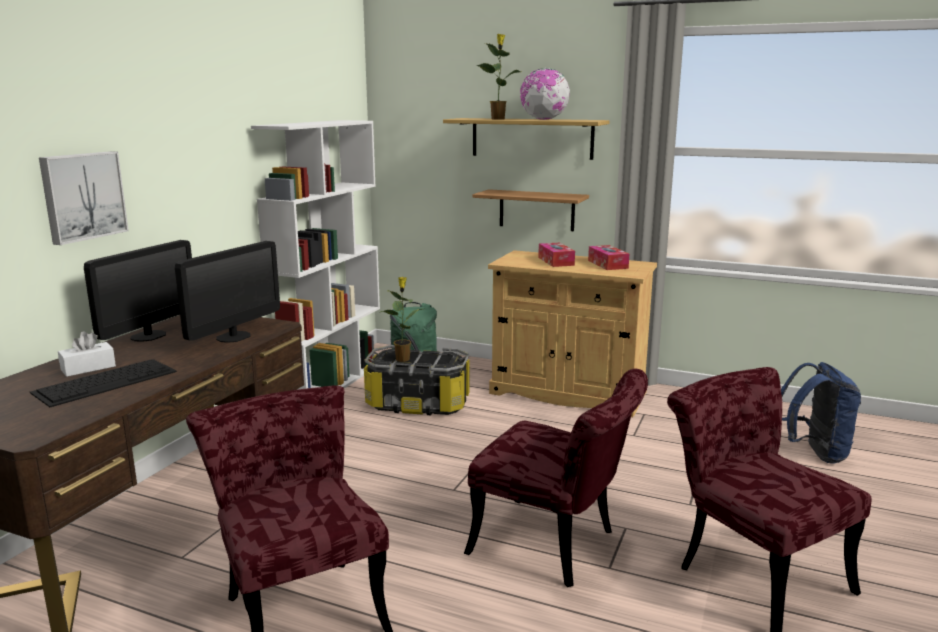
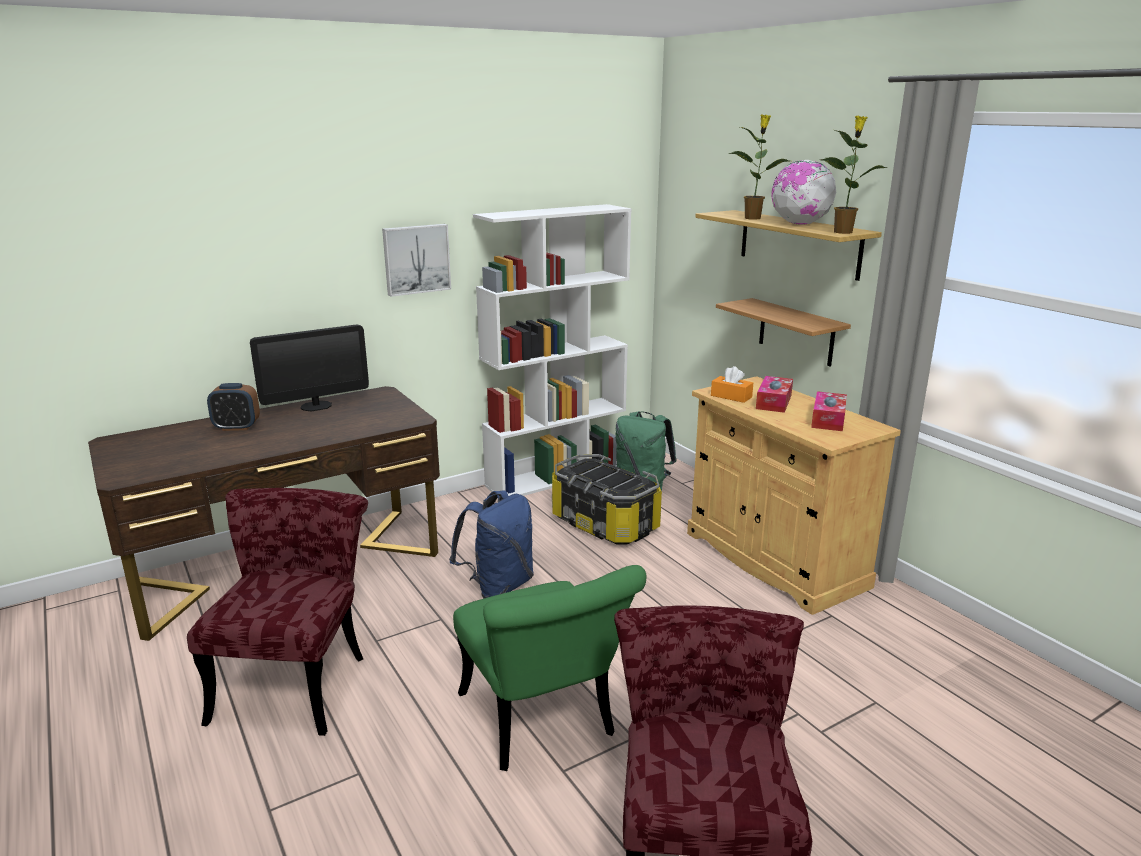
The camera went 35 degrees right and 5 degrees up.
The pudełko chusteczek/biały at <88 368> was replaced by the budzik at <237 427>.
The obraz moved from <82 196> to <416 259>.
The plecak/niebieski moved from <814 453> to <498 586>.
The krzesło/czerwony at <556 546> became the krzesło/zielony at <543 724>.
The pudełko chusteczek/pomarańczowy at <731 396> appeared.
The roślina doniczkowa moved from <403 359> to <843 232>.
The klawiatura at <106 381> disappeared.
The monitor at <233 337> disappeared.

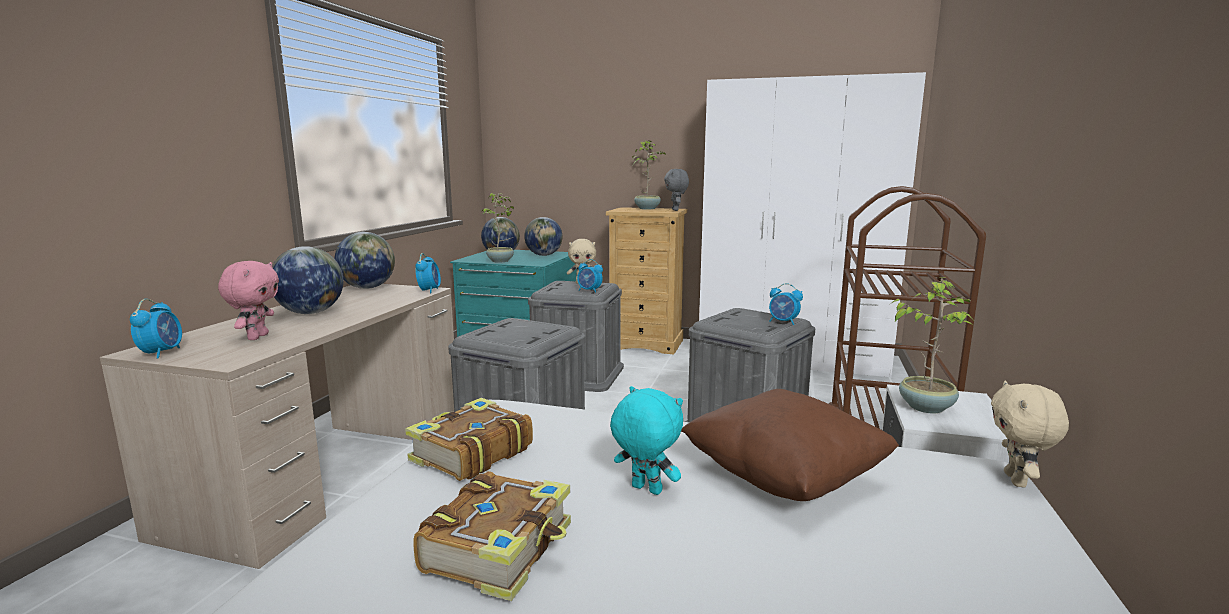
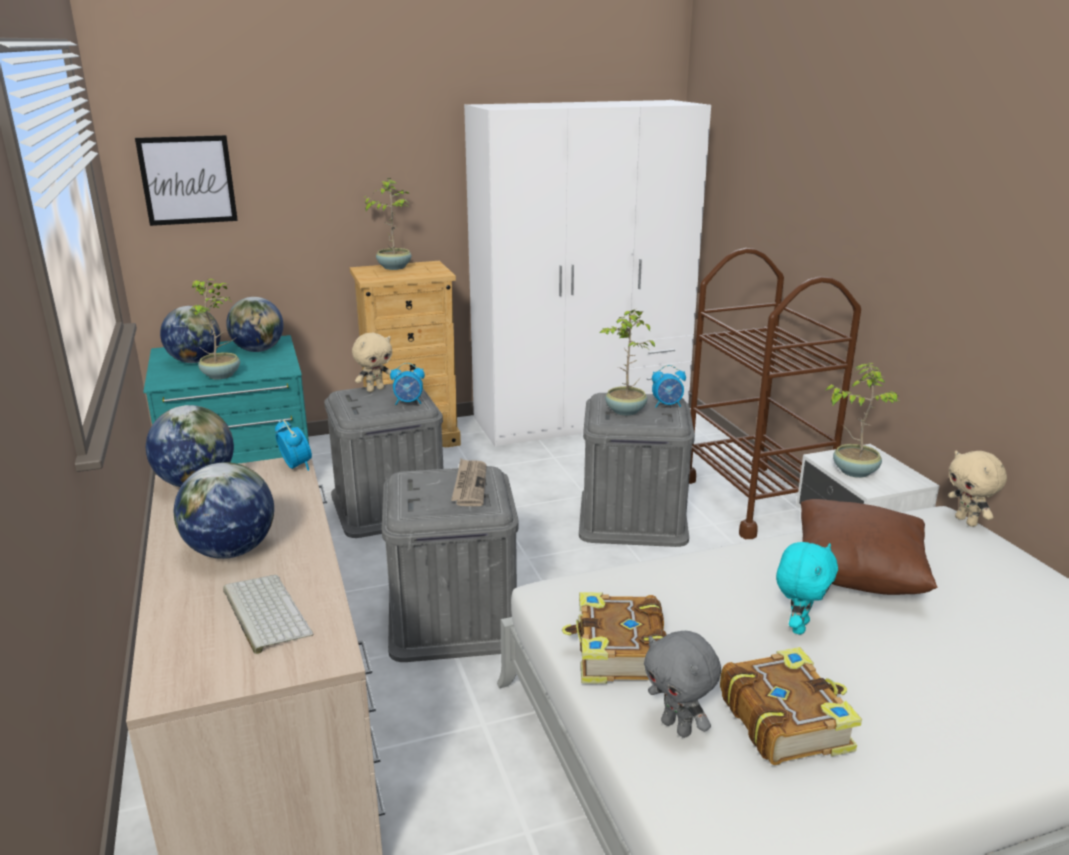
The camera went 35 degrees left and 10 degrees up.
The obraz at <188 180> appeared.
The pluszak/różowy at <257 337> was replaced by the klawiatura at <264 612>.
The gazeta at <469 485> appeared.
The roślina doniczkowa at <625 411> appeared.
The pluszak/szary moved from <676 210> to <677 727>.
The pluszak/turkusowy at <645 490> turned 120 degrees clockwise.
The budzik at <162 353> disappeared.

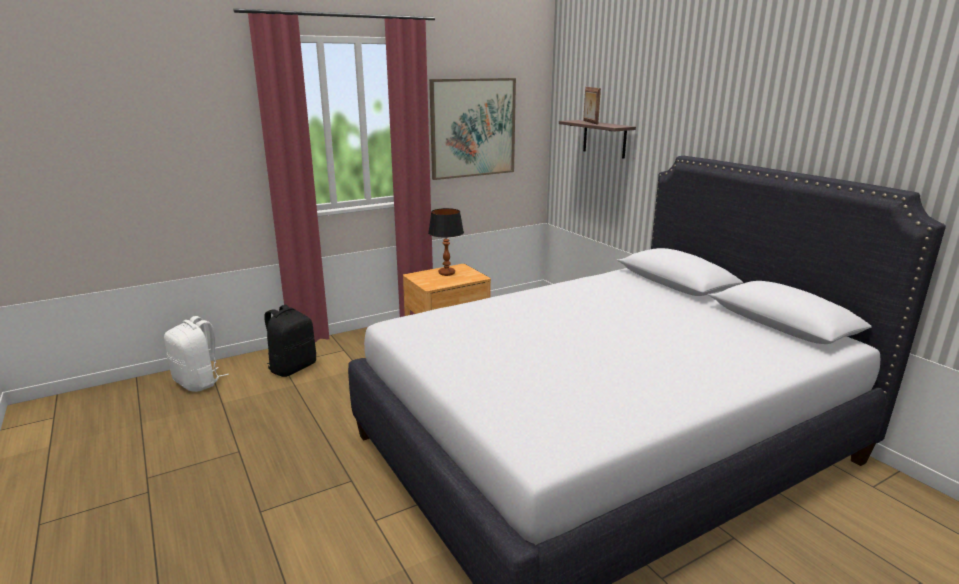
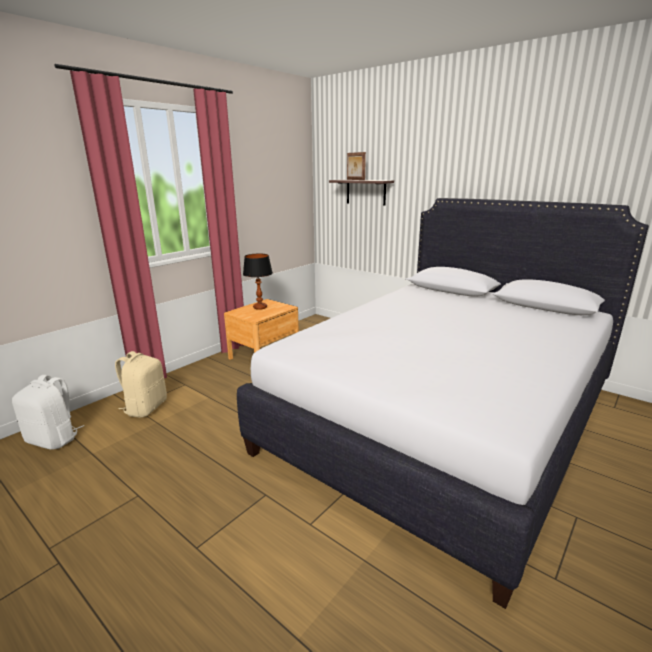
The camera went 20 degrees left and 0 degrees up.
The plecak/czarny at <292 367> became the plecak/beżowy at <145 408>.
The obraz at <473 128> disappeared.

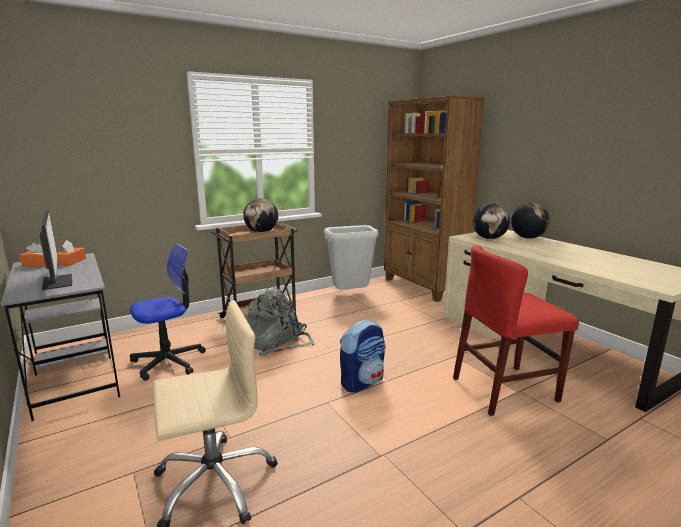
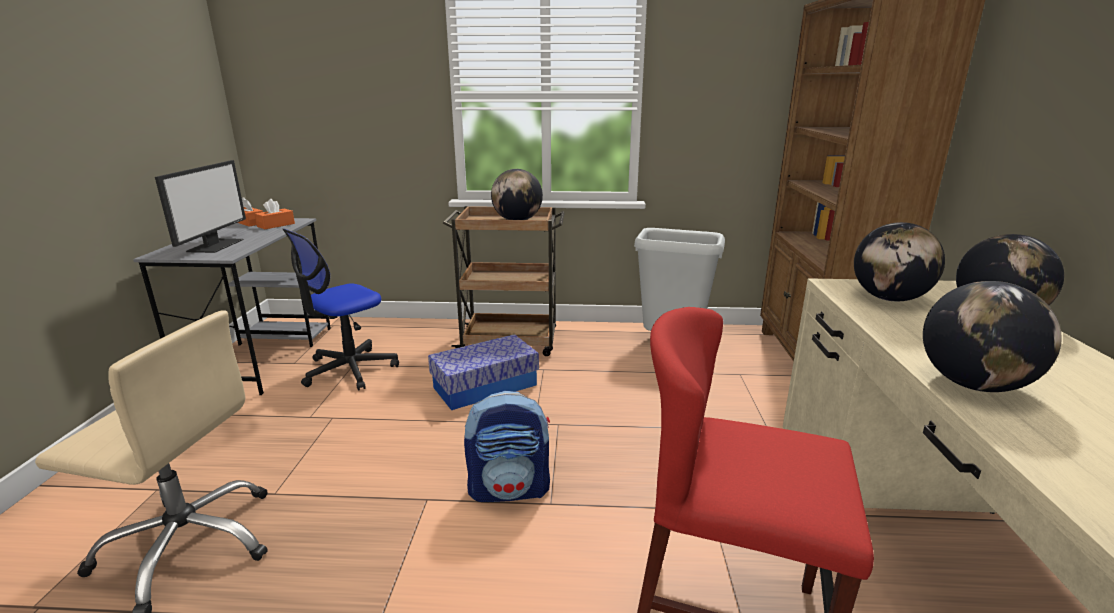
The camera went 35 degrees right and 5 degrees up.
The krzesło biurowe at <169 362> turned 135 degrees clockwise.
The plecak/szary at <278 343> was replaced by the pojemnik do przechowywania at <485 386>.
The globus at <973 385> appeared.

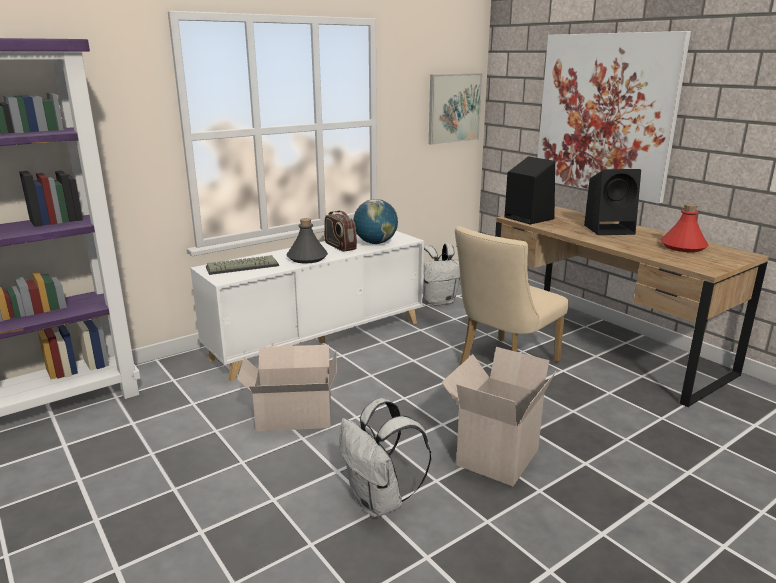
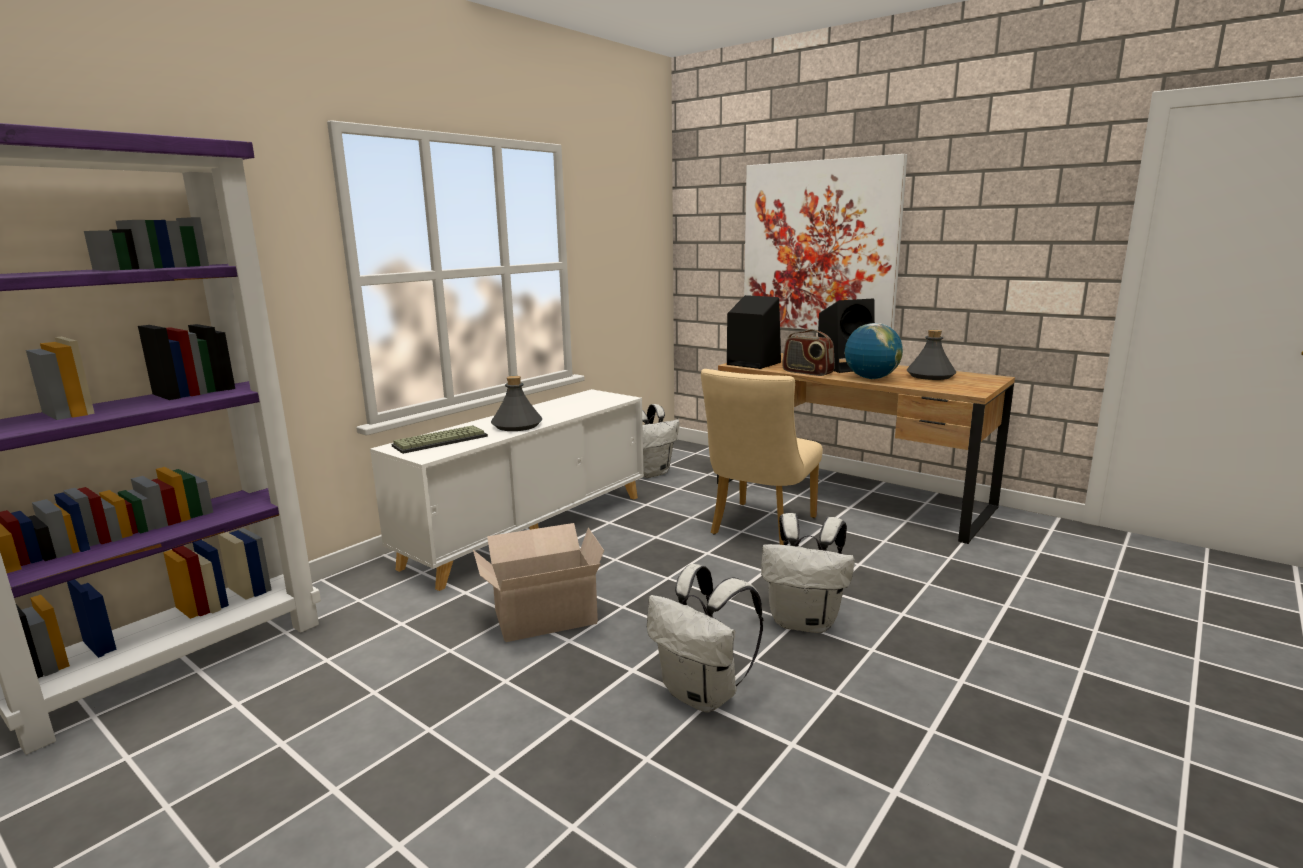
The camera went 15 degrees left and 5 degrees down.
The karton at <496 455> was replaced by the plecak/biały at <805 622>.
The radio moved from <340 246> to <807 372>.
The globus moved from <375 243> to <871 378>.
The butelka/czerwony at <683 247> became the butelka/szary at <931 376>.
The obraz at <454 108> disappeared.

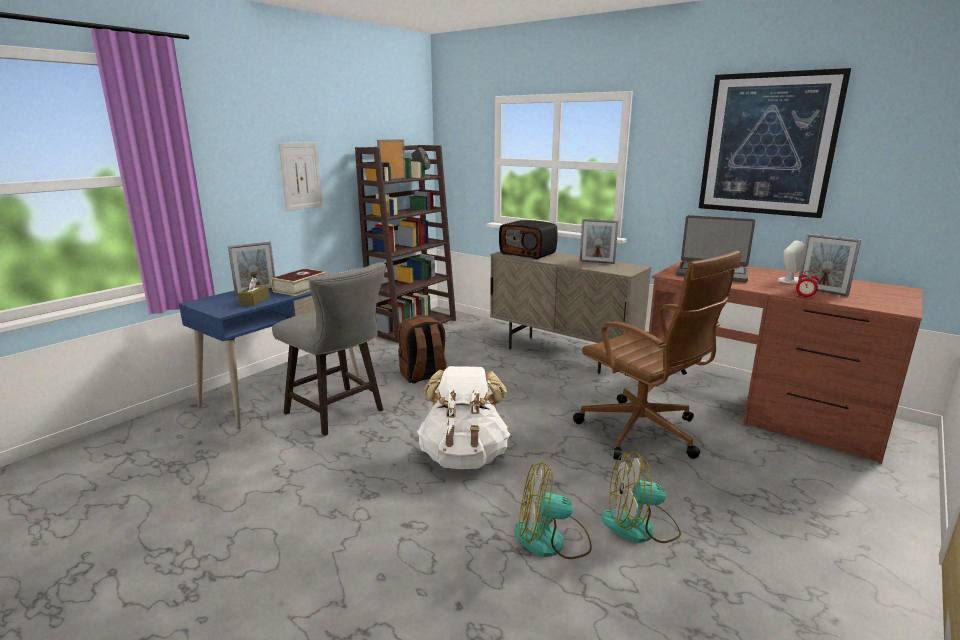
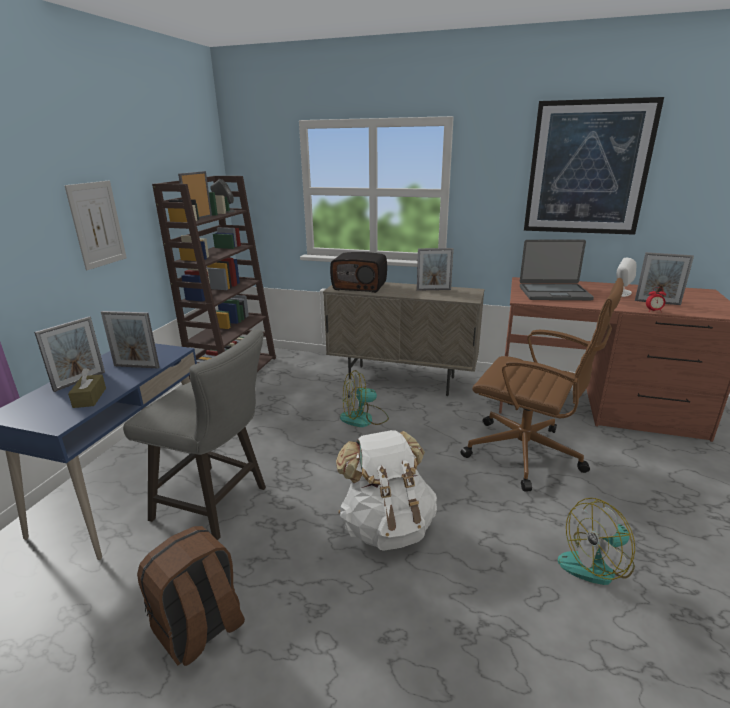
The camera went 20 degrees left and 5 degrees up.
The książka at <300 288> was replaced by the ramka na zdjęcie at <136 366>.
The plecak/brązowy moved from <423 376> to <200 630>.
The wentylator moved from <551 540> to <364 418>.

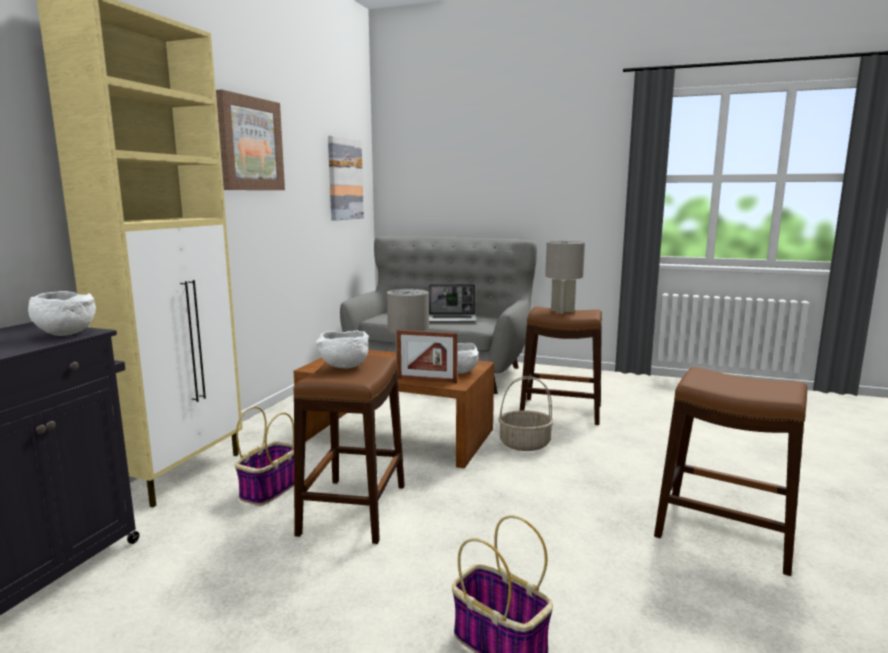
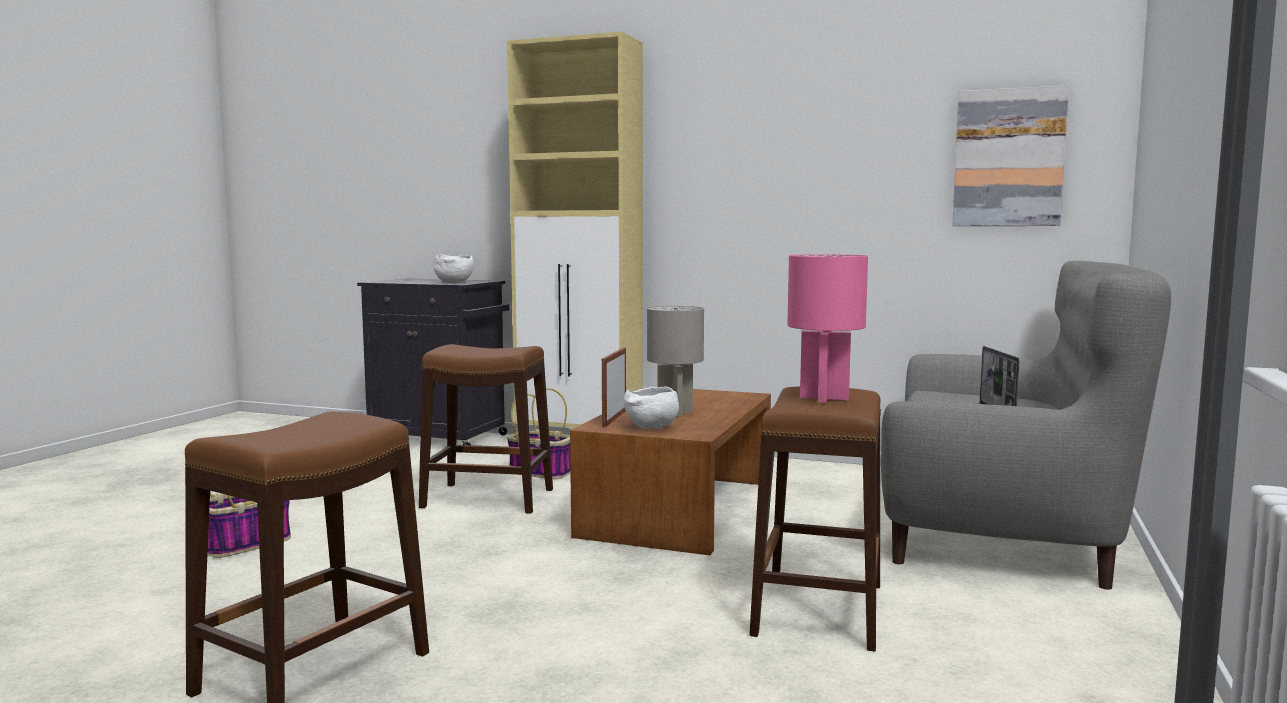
The camera went 90 degrees right and 5 degrees down.
The lampa stołowa/szary at <563 311> became the lampa stołowa/różowy at <825 398>.
The obraz at <250 144> disappeared.
The miska/biały at <344 367> disappeared.
The koszyk at <525 444> disappeared.

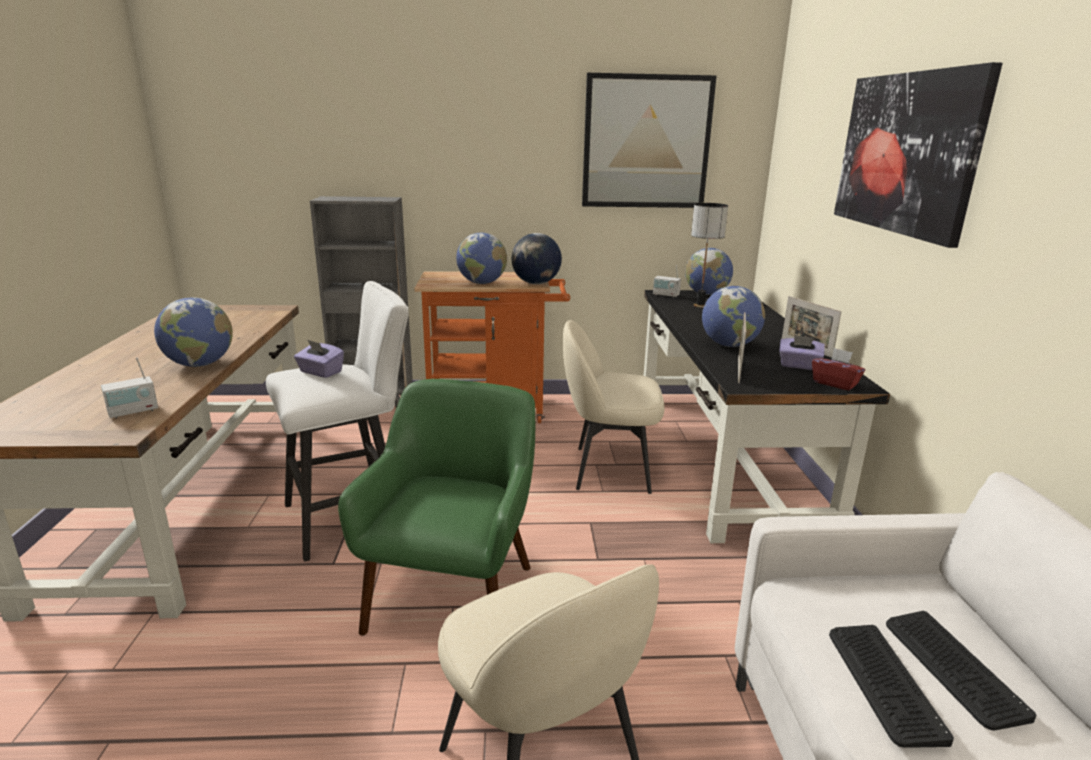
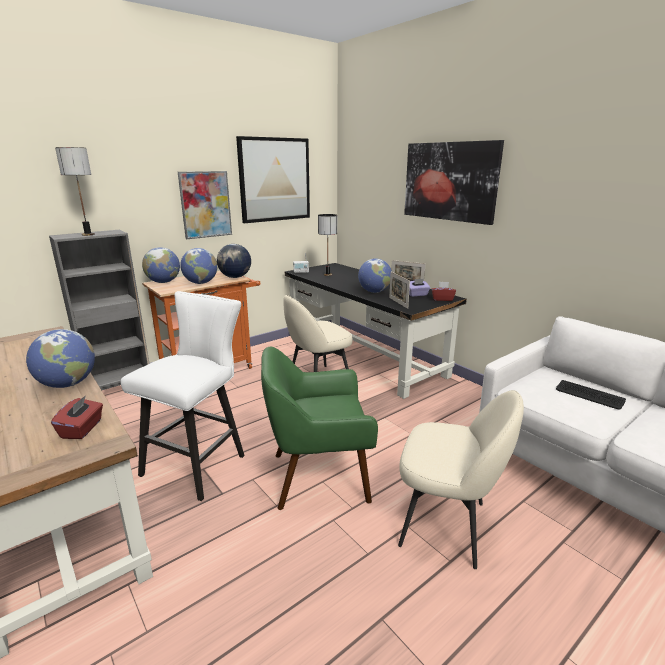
The camera went 35 degrees left and 0 degrees up.
The radio at <133 411> was replaced by the pudełko chusteczek/czerwony at <82 429>.
The lampa stołowa at <88 234> appeared.
The globus moved from <706 294> to <163 282>.
The obraz at <205 204> appeared.
The fotel/zielony at <454 597> turned 75 degrees counterclockwise.
The pudełko chusteczek/fioletowy at <320 372> disappeared.
The klawiatura at <883 683> disappeared.

